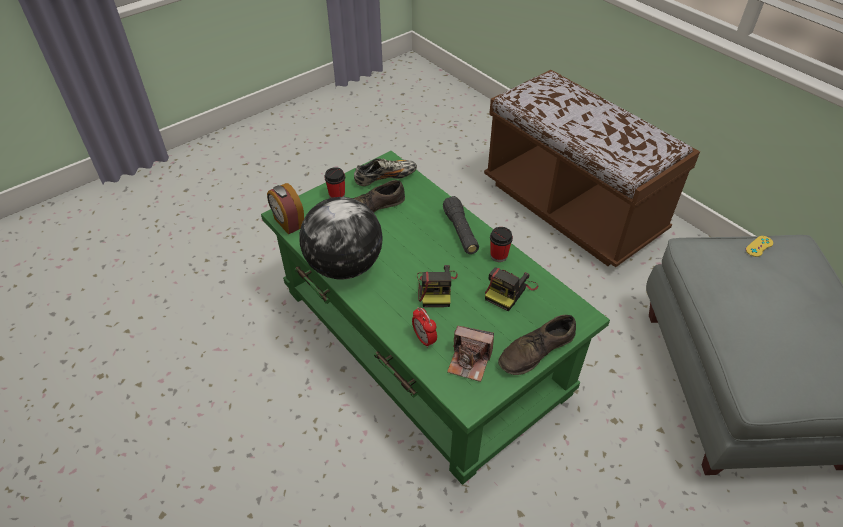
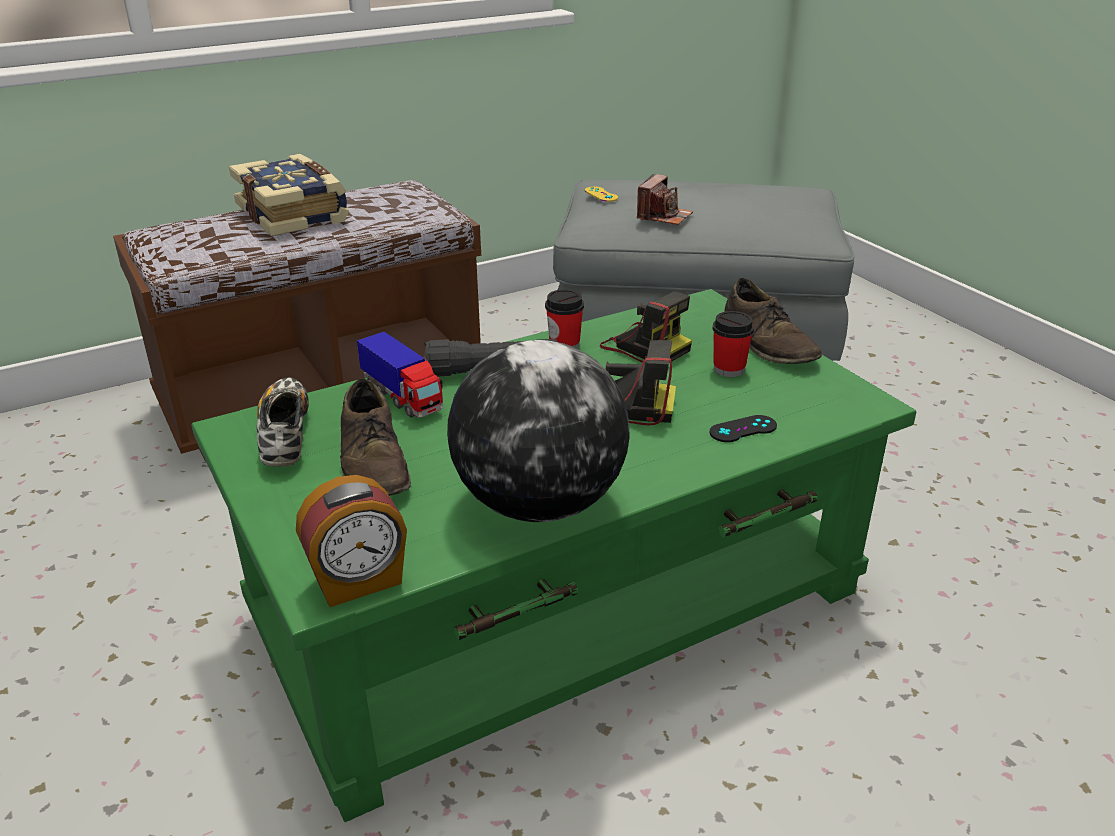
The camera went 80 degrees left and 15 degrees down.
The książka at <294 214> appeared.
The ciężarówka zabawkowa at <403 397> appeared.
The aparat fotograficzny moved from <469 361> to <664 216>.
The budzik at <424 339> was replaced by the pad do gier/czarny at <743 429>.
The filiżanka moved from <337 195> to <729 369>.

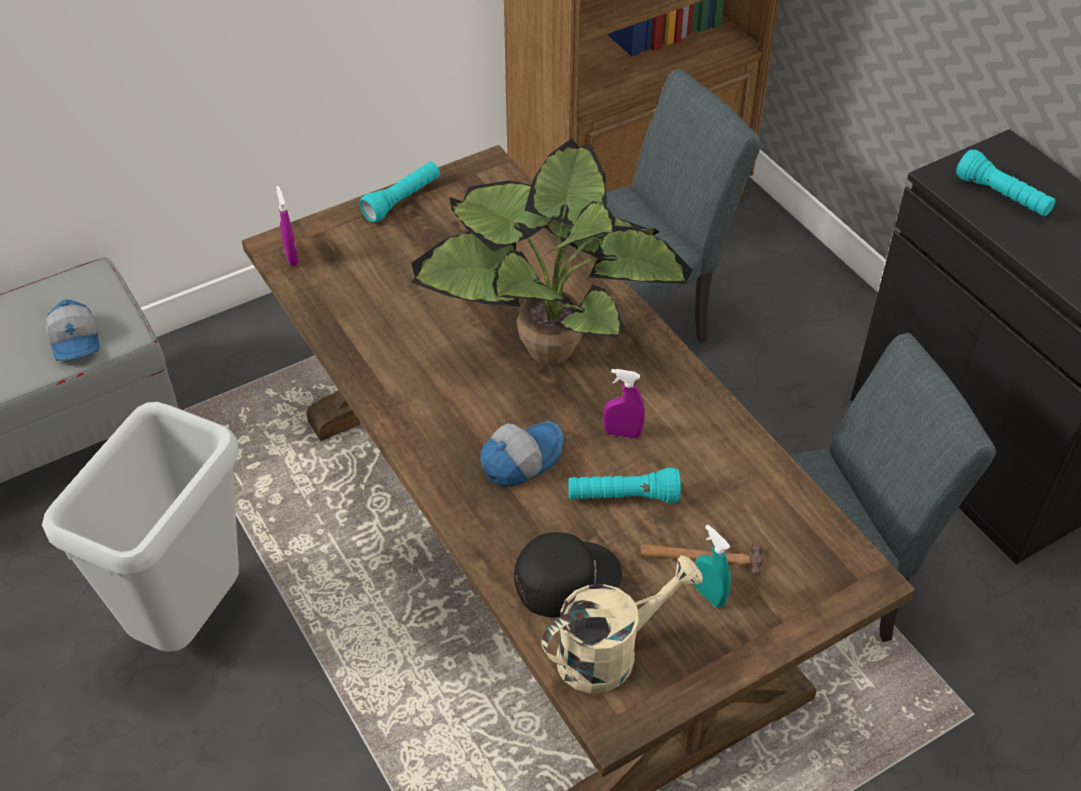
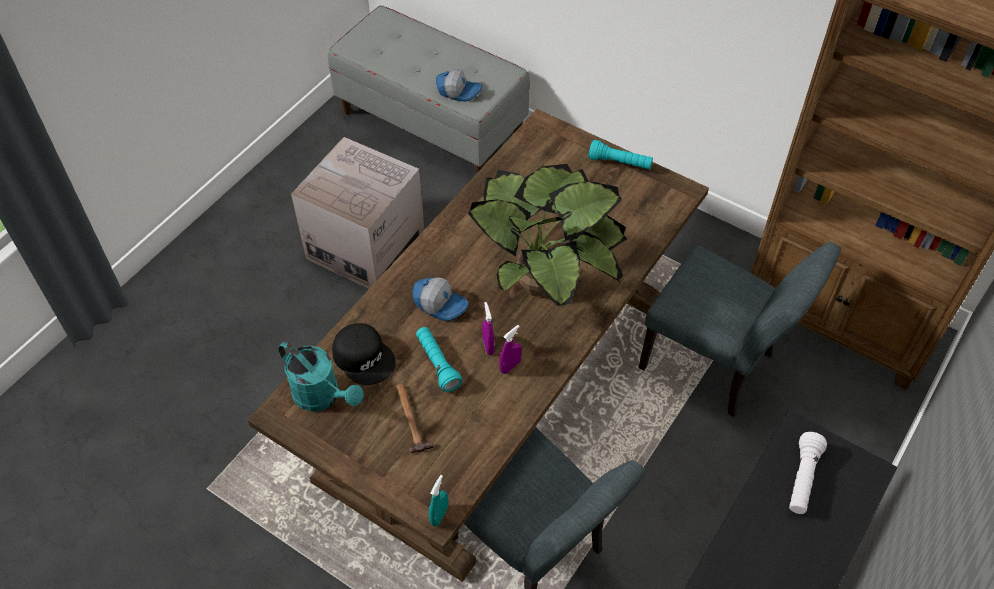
The camera went 65 degrees right and 5 degrees up.
The konewka/beżowy at <610 652> became the konewka/turkusowy at <322 396>.
The kosz na śmieci/szary at <190 618> was replaced by the karton at <365 246>.
The spryskiwacz/turkusowy moved from <709 595> to <439 515>.
The czapka z daszkiem at <76 341> turned 120 degrees counterclockwise.
The spryskiwacz/fioletowy moved from <291 257> to <510 366>.
The latarka/turkusowy at <1002 197> became the latarka/biały at <802 479>.

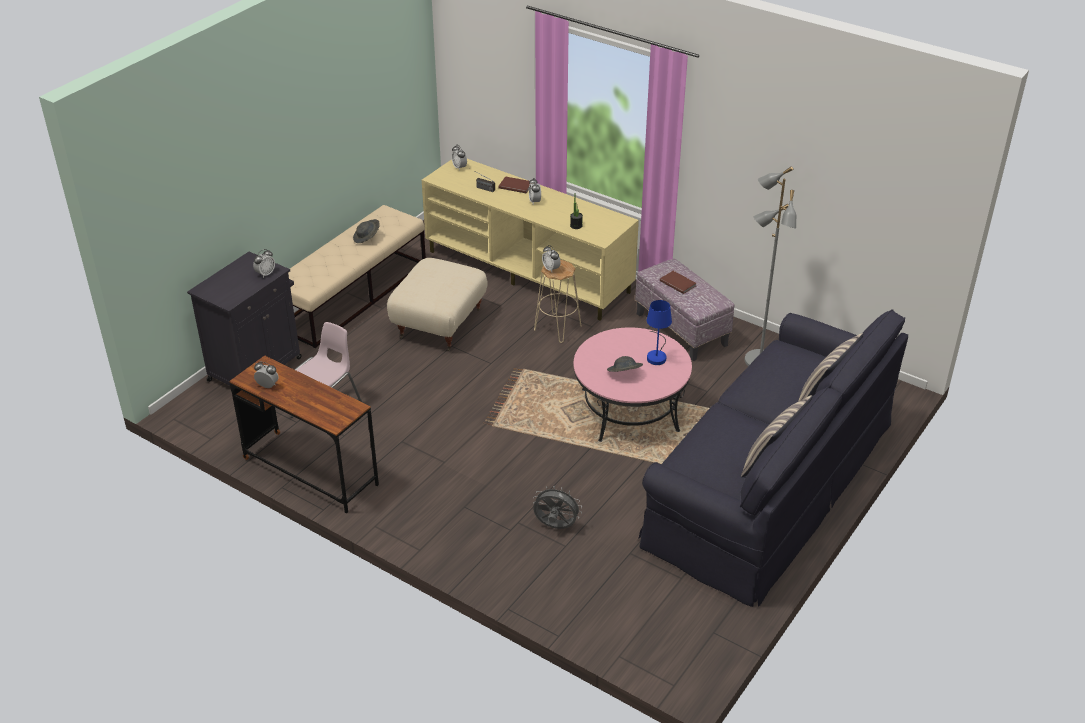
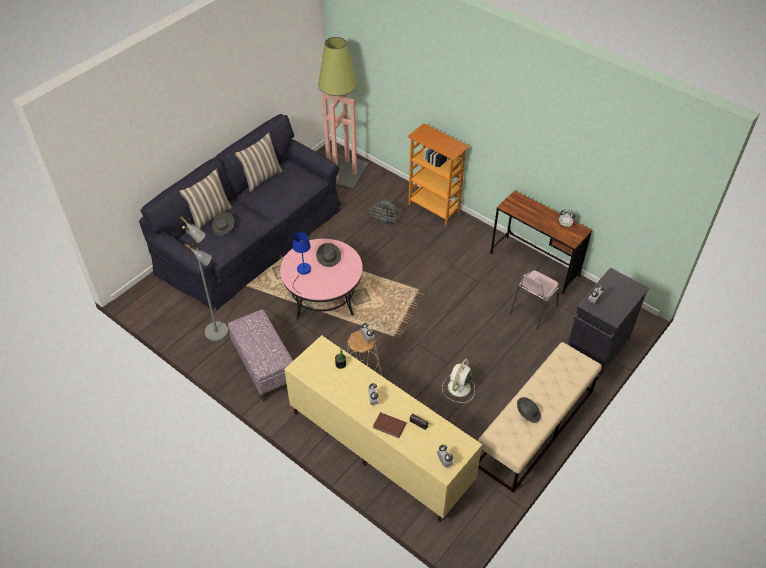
The camera went 175 degrees left and 10 degrees up.
The kapelusz/szary at <224 228> appeared.
The lampa stojąca at <341 172> appeared.
The regał at <434 208> appeared.
The pufa/beżowy at <439 323> was replaced by the wentylator/biały at <458 388>.
The książka/brązowy at <678 283> disappeared.

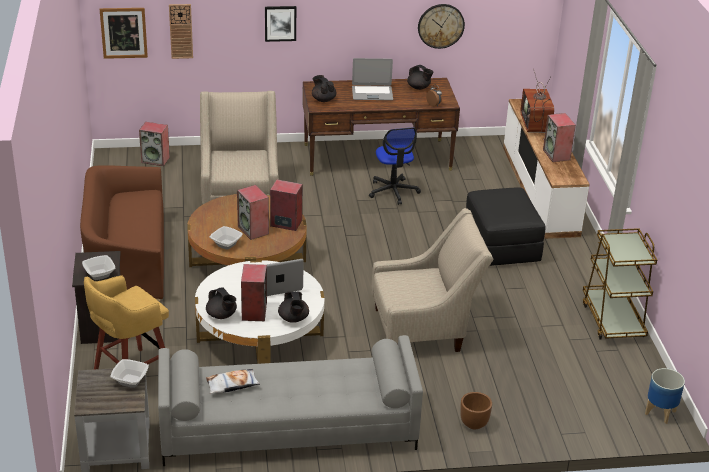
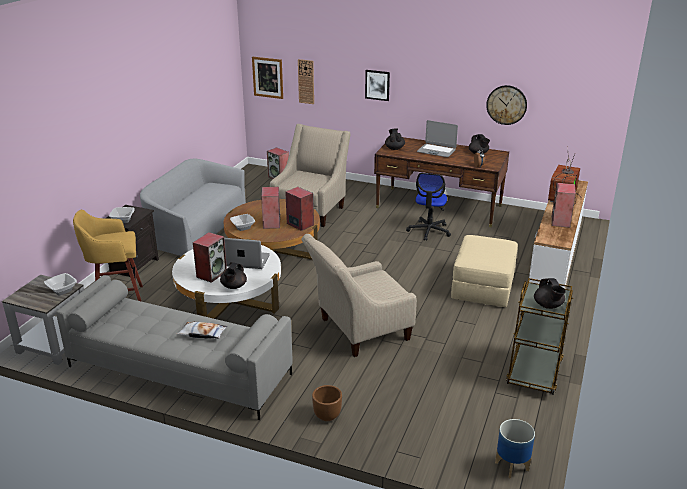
The camera went 30 degrees right and 5 degrees down.
The kanapa/brązowy at <127 259> became the kanapa/szary at <196 230>.
The poduszka moved from <232 385> to <202 333>.
The fotel/beżowy at <425 329> turned 135 degrees clockwise.
The pufa/czarny at <501 246> became the pufa/beżowy at <483 288>.
The imbryk/czarny moved from <222 315> to <548 306>.

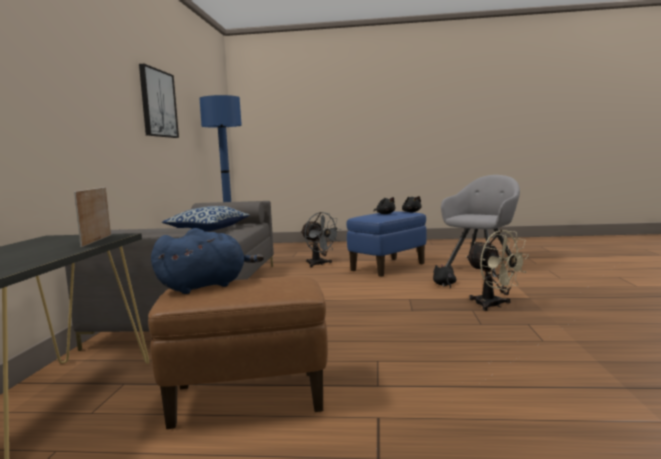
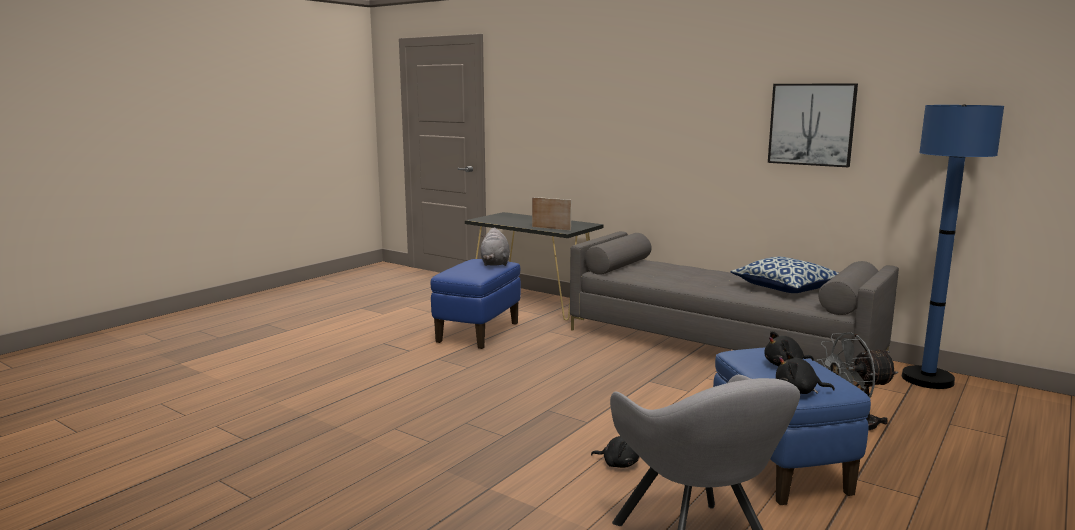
The camera went 120 degrees right and 5 degrees up.
The pufa/brązowy at <248 398> became the pufa/niebieski at <478 333>.
The pluszak/niebieski at <206 286> became the pluszak/szary at <495 263>.
The wentylator/beżowy at <494 305> disappeared.

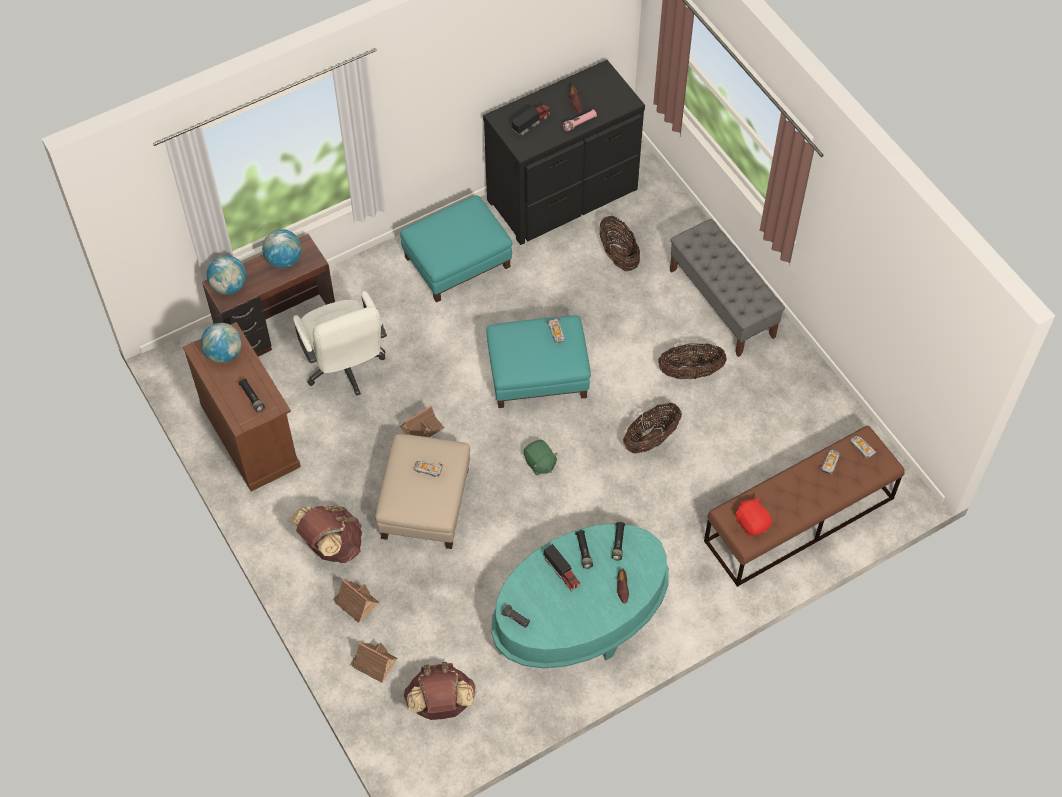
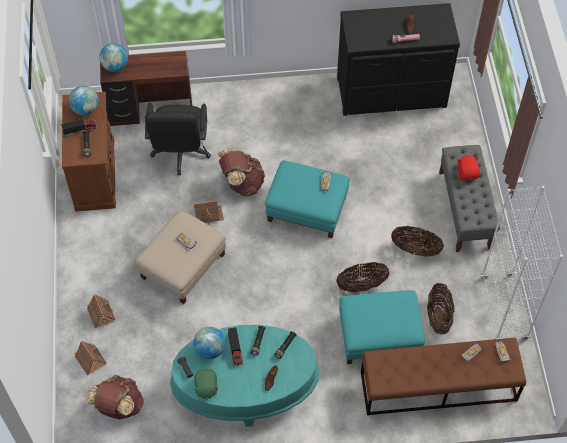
The camera went 25 degrees right and 0 degrees up.
The ciężarówka zabawkowa moved from <531 122> to <80 129>.
The krzesło biurowe/biały at <345 368> became the krzesło biurowe/czarny at <180 154>.
The globus moved from <284 260> to <210 349>.
The pluszak/zielony moved from <540 463> to <206 388>.
The plecak/brązowy moved from <331 546> to <242 183>.
The pufa/turkusowy moved from <457 261> to <379 335>.
The koszyk moved from <618 256> to <438 316>.
The pluszak/czerwony moved from <752 523> to <467 173>.
The regał/biały at <504 308> appeared.

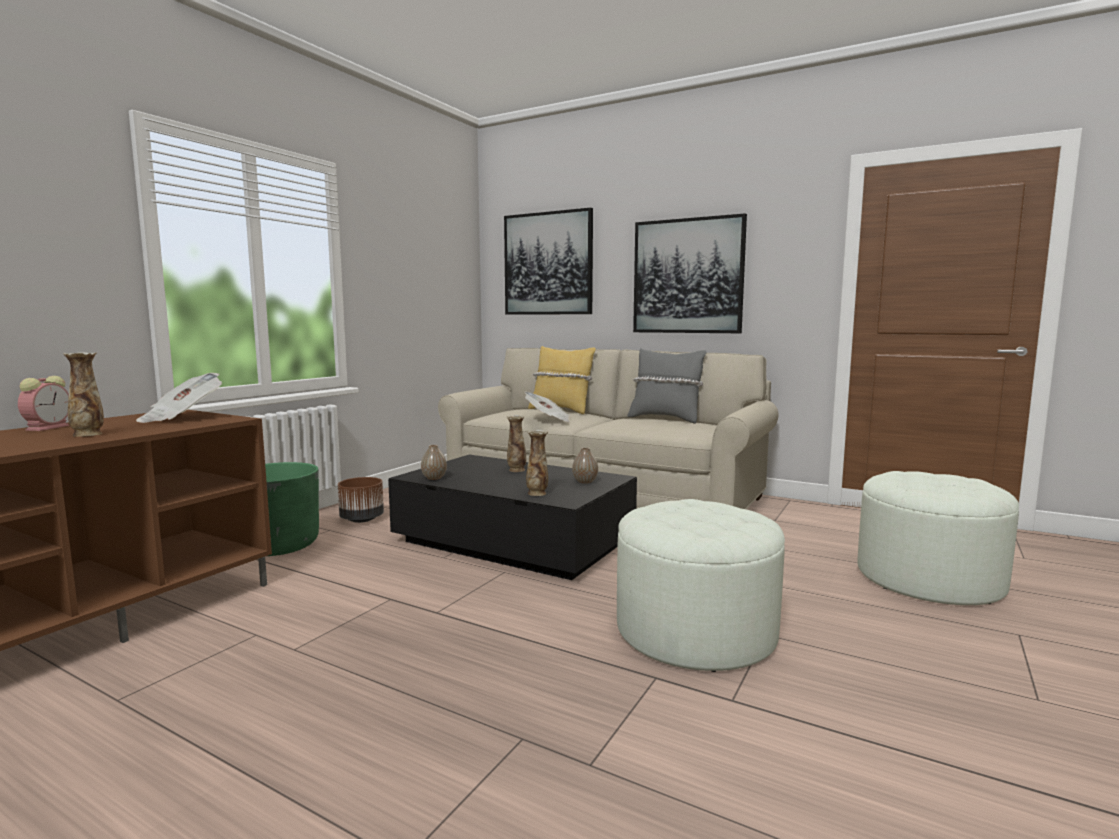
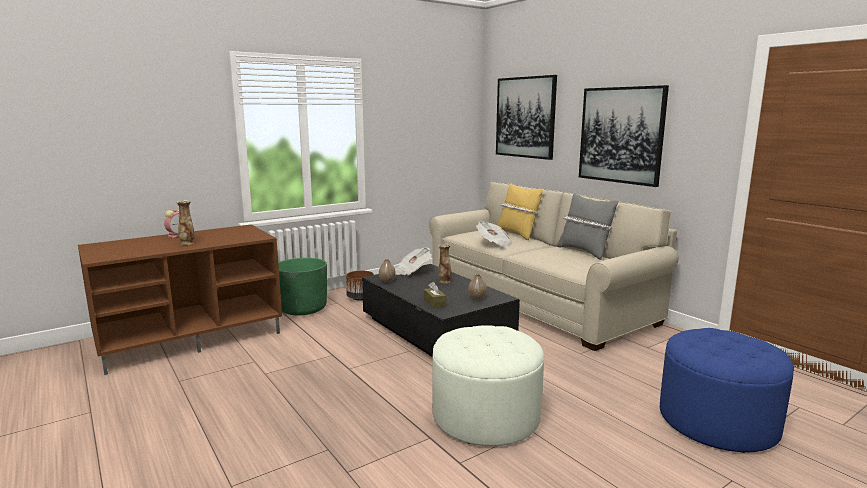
The camera went 25 degrees right and 5 degrees up.
The gazeta moved from <182 418> to <412 271>.
The wazon at <537 493> was replaced by the pudełko chusteczek/brązowy at <434 303>.
The pufa/biały at <928 578> became the pufa/niebieski at <717 421>.

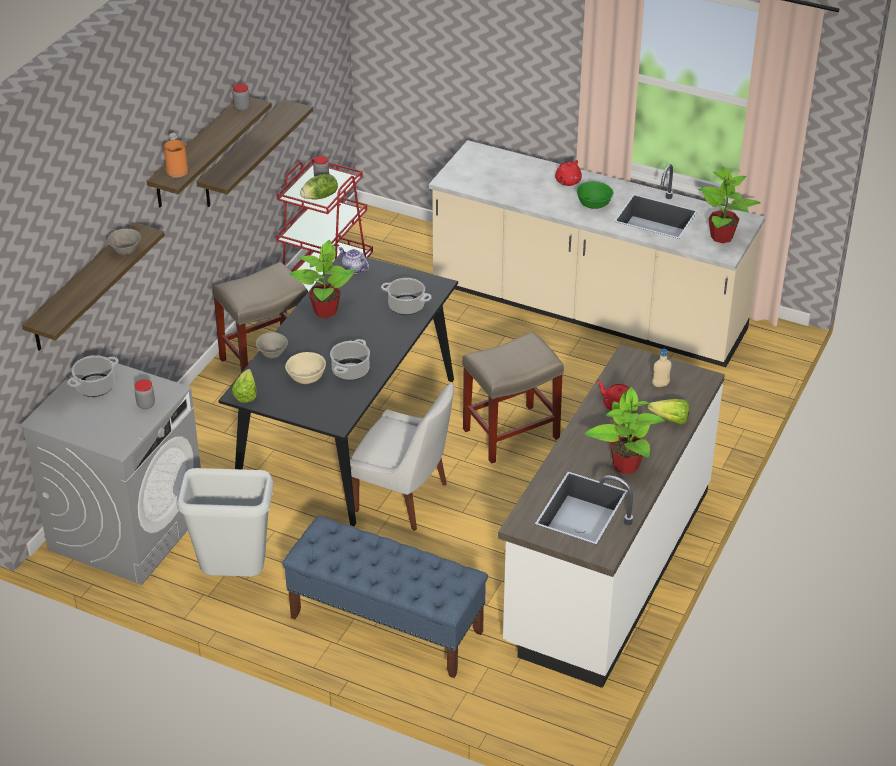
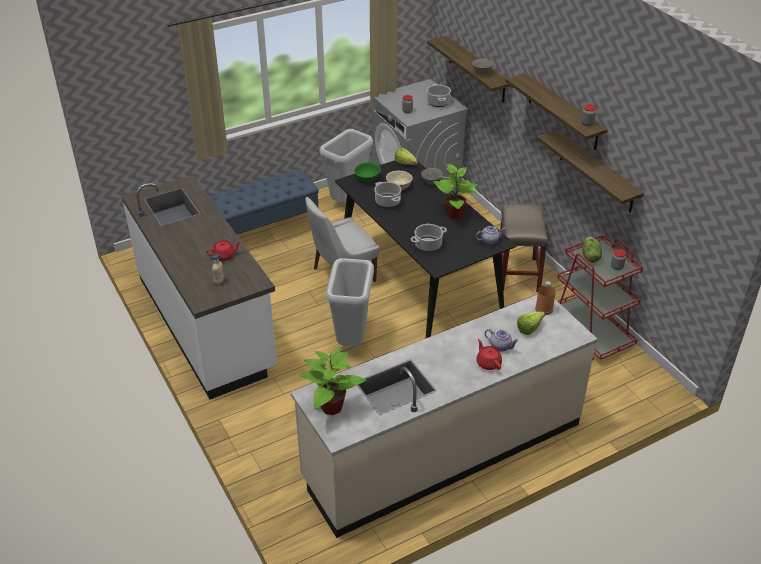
The camera went 125 degrees right and 0 degrees up.
The stołek/beżowy at <510 434> was replaced by the kosz na śmieci/szary at <351 341>.
The miska/zielony moved from <594 203> to <367 178>.
The imbryk at <500 346> appeared.
The sałata moved from <667 418> to <531 328>.
The butelka/pomarańczowy moved from <177 171> to <544 309>.
The roślina doniczkowa at <625 465> disappeared.

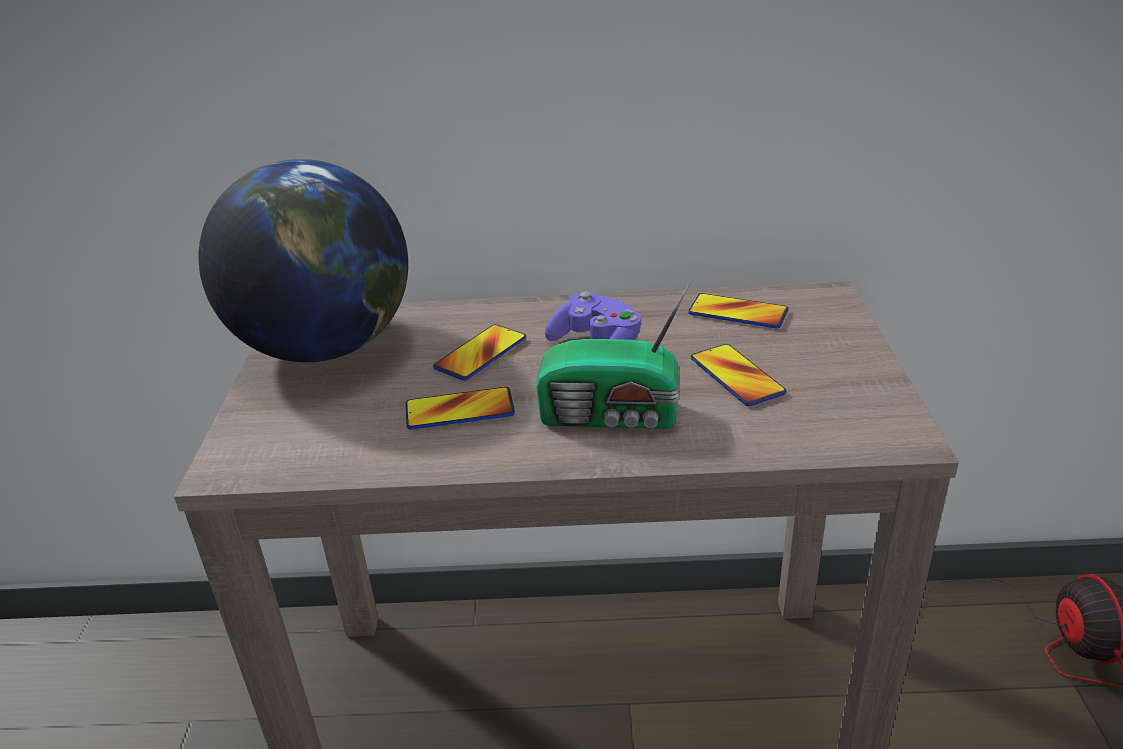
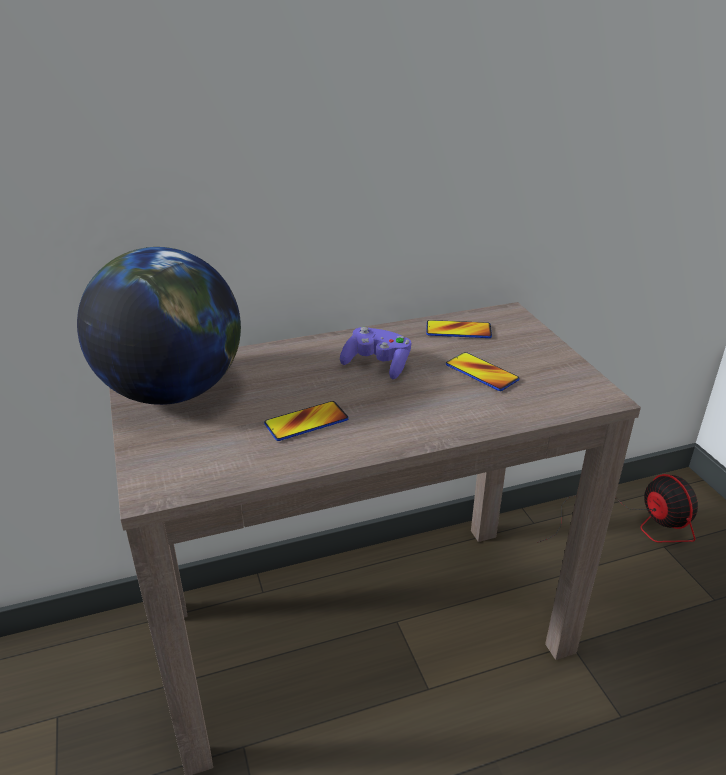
The camera went 20 degrees left and 0 degrees up.
The telefon at <481 354> disappeared.
The radio at <613 416> disappeared.

